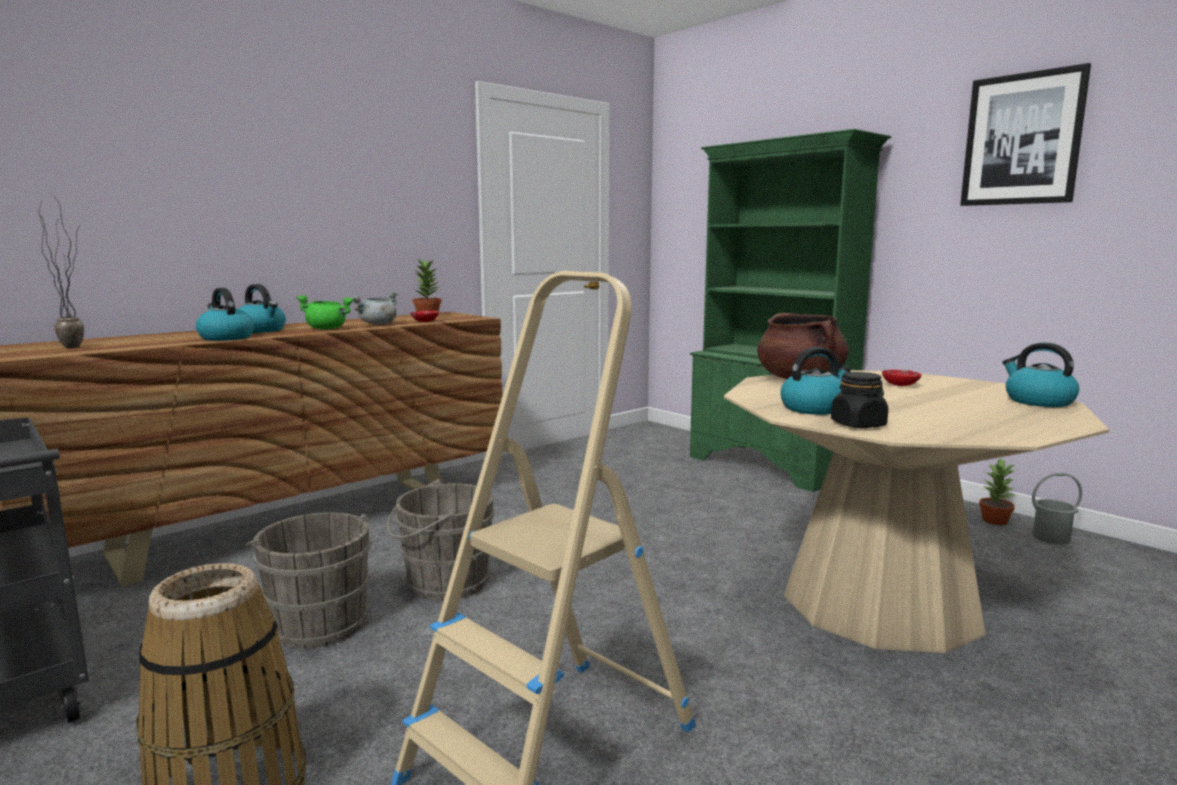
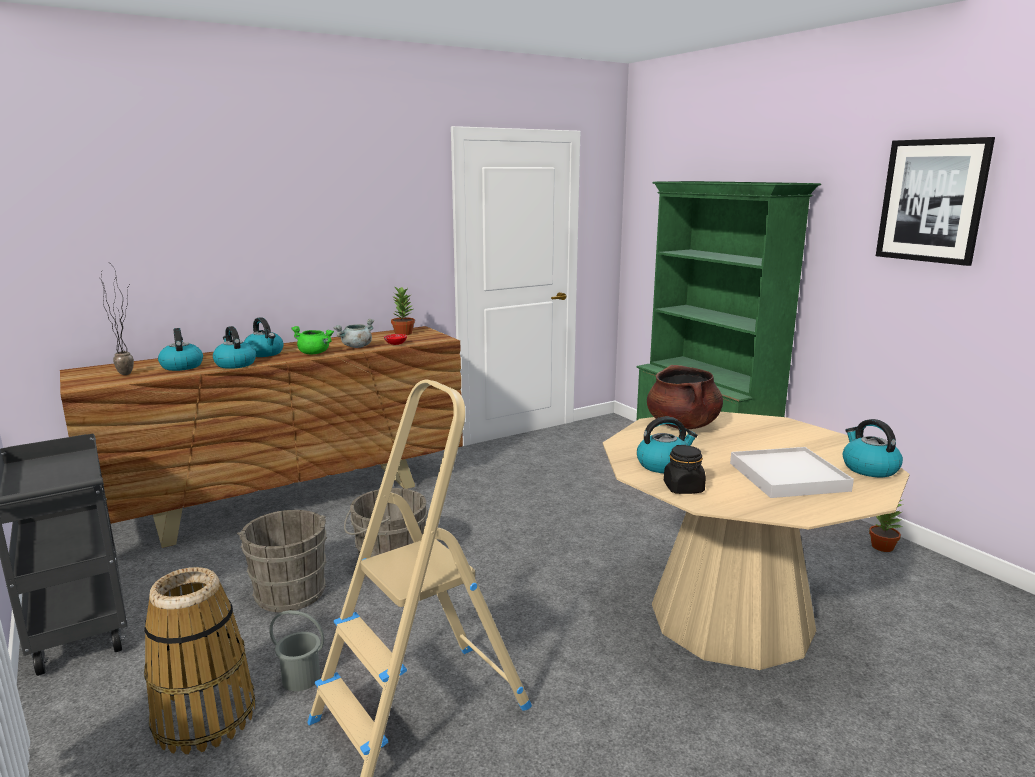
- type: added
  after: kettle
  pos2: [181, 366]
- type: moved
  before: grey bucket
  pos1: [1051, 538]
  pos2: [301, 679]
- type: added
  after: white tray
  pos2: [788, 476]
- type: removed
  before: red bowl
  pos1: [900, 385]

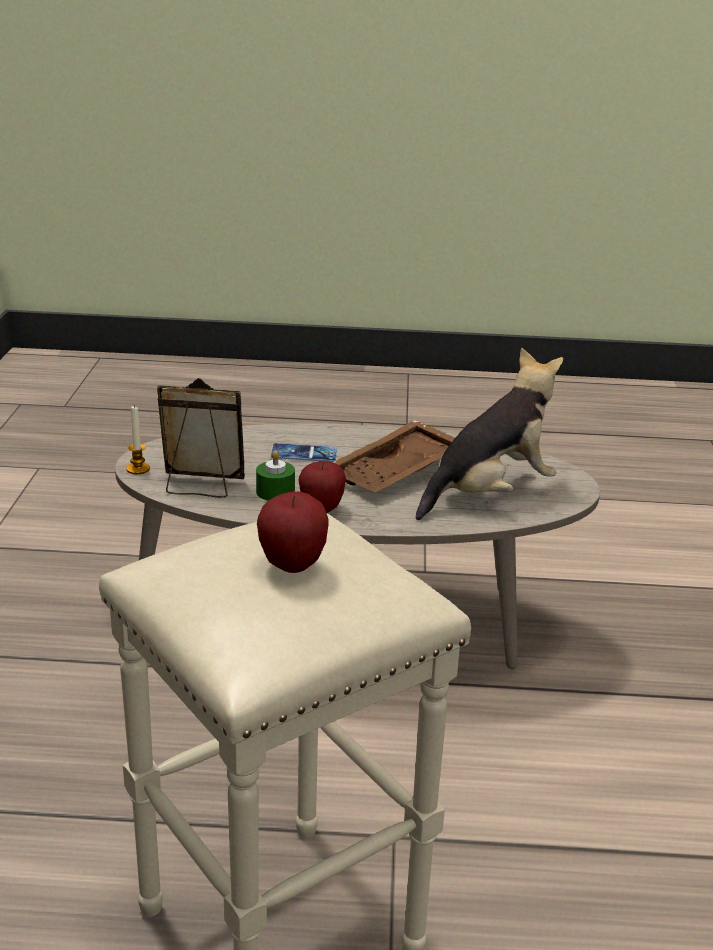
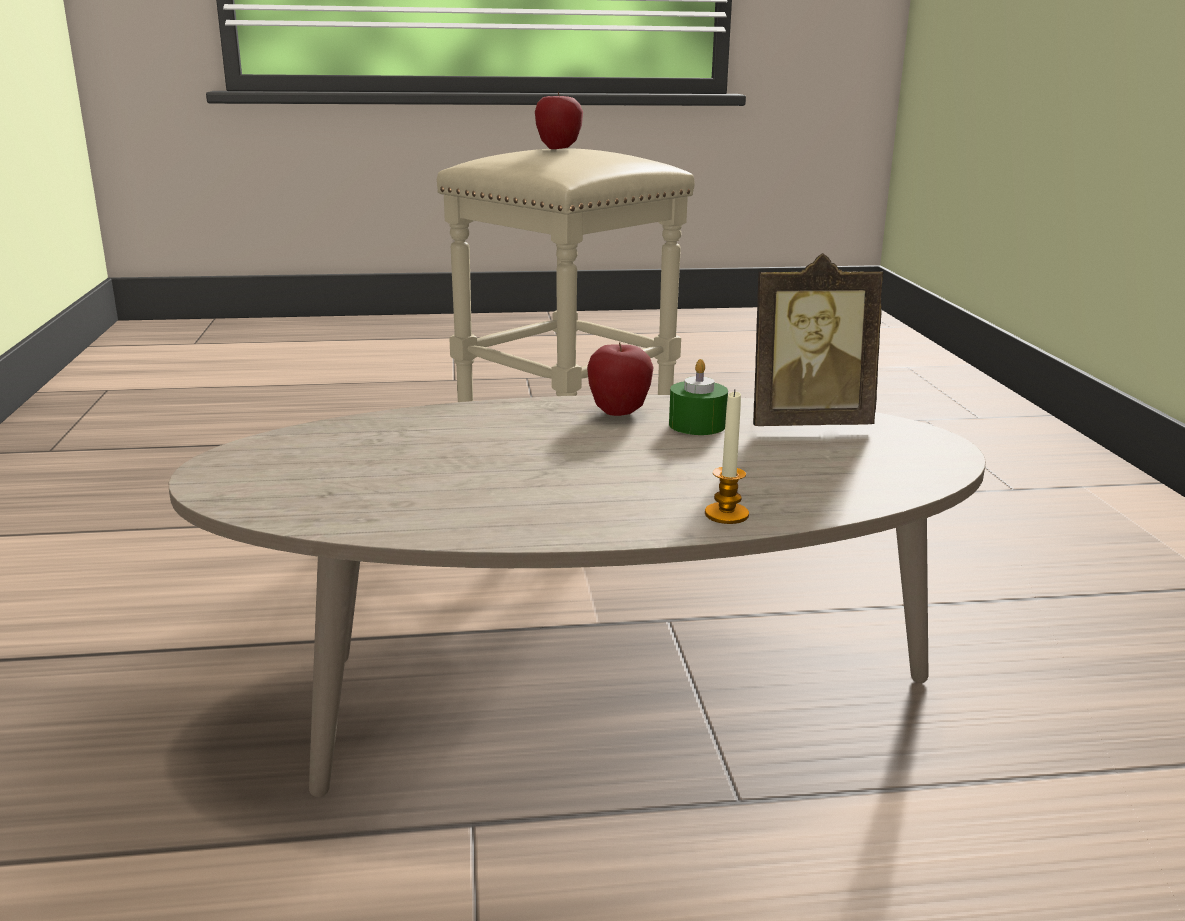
- type: moved
  before: candle
  pos1: [138, 469]
  pos2: [726, 514]
- type: removed
  before: phone
  pos1: [304, 453]
- type: removed
  before: brown tray
  pos1: [397, 473]
- type: removed
  before: plush toy
  pos1: [489, 493]

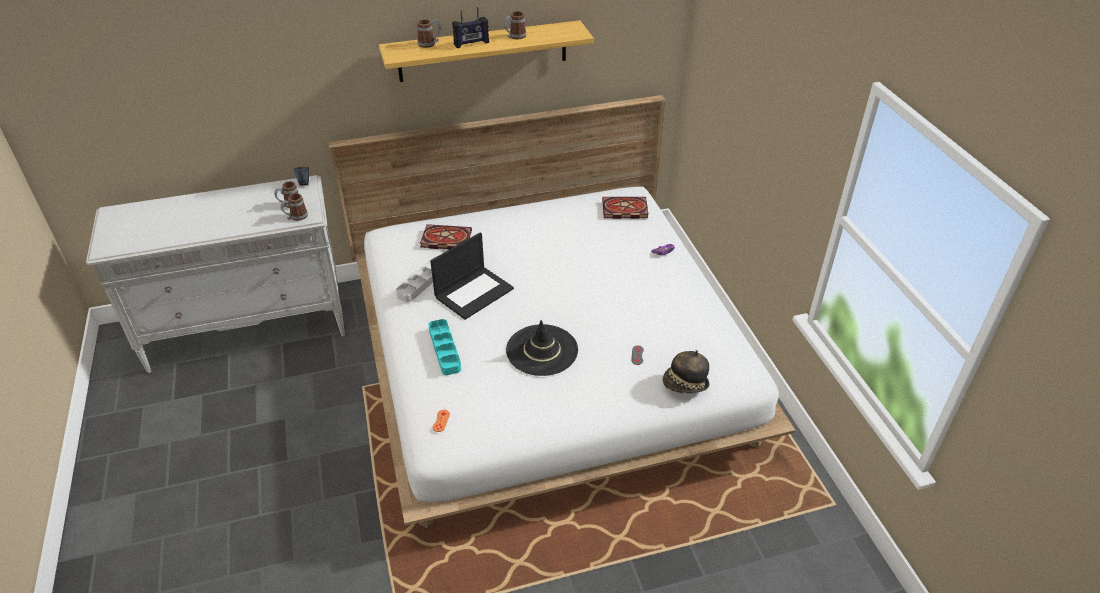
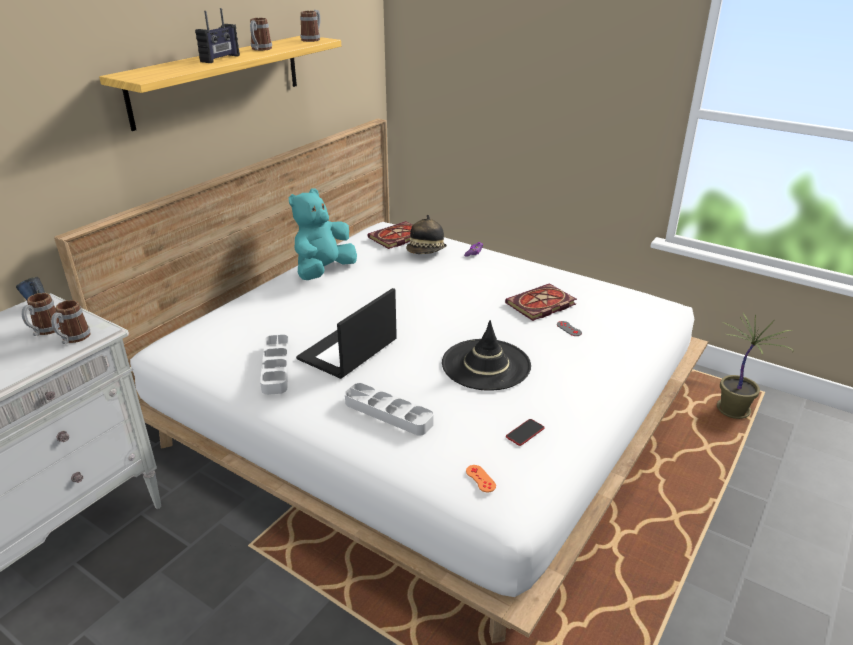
- type: added
  after: turquoise plush toy
  pos2: [323, 271]
- type: turned
  before: laptop
  pos1: [474, 292]
  pos2: [348, 350]
  turn: -150
- type: moved
  before: mug
  pos1: [430, 43]
  pos2: [313, 39]
- type: recoloured
  before: turquoise tray
  after: grey tray
  pos1: [444, 349]
  pos2: [388, 413]
- type: moved
  before: hat
  pos1: [685, 384]
  pos2: [426, 252]
- type: moved
  before: book
  pos1: [444, 239]
  pos2: [540, 305]
- type: added
  after: phone
  pos2: [525, 433]
- type: added
  after: potted plant
  pos2: [734, 410]

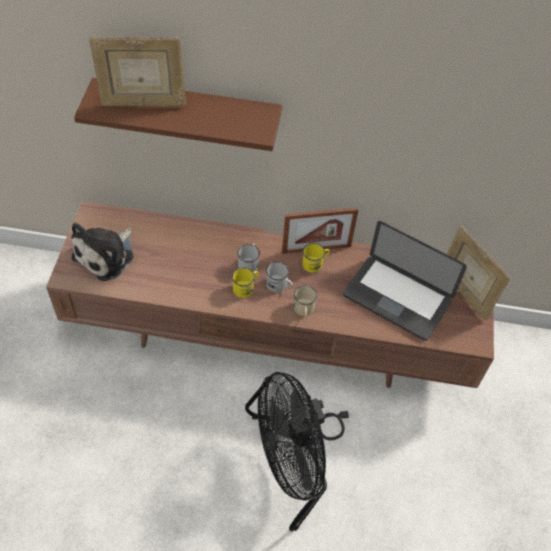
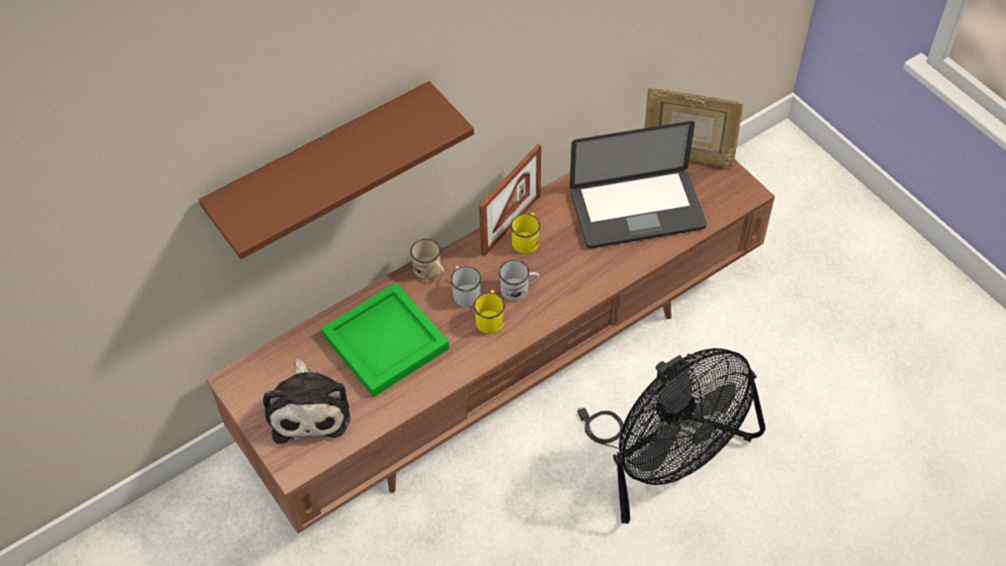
- type: added
  after: green tray
  pos2: [385, 343]
- type: moved
  before: beige mug
  pos1: [304, 310]
  pos2: [430, 271]
- type: turned
  before: black fan
  pos1: [295, 458]
  pos2: [662, 458]
  turn: -60
- type: removed
  before: picture frame
  pos1: [143, 103]

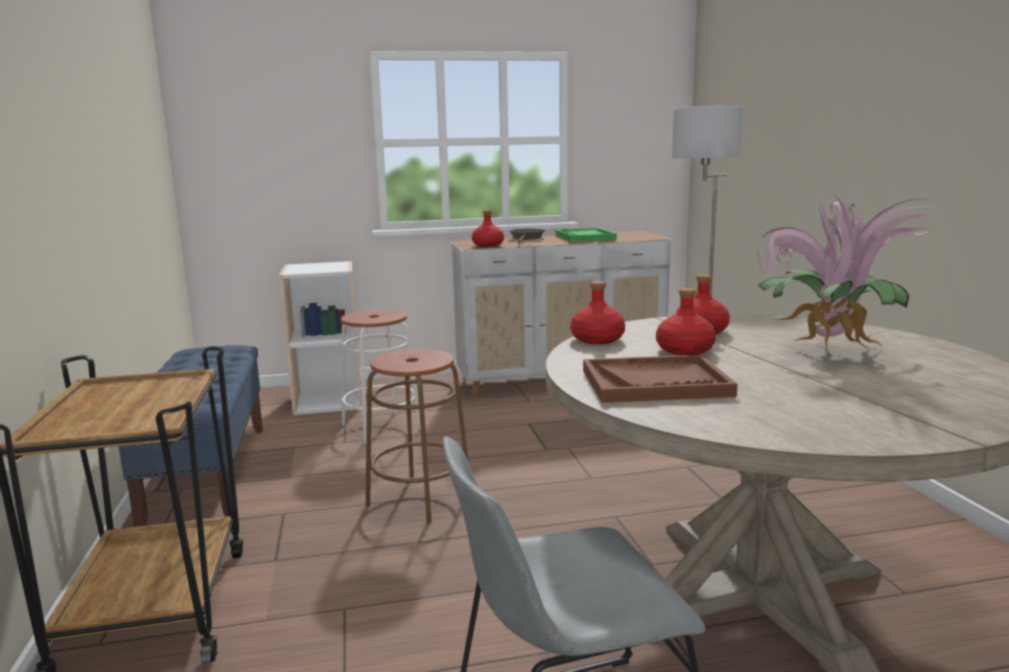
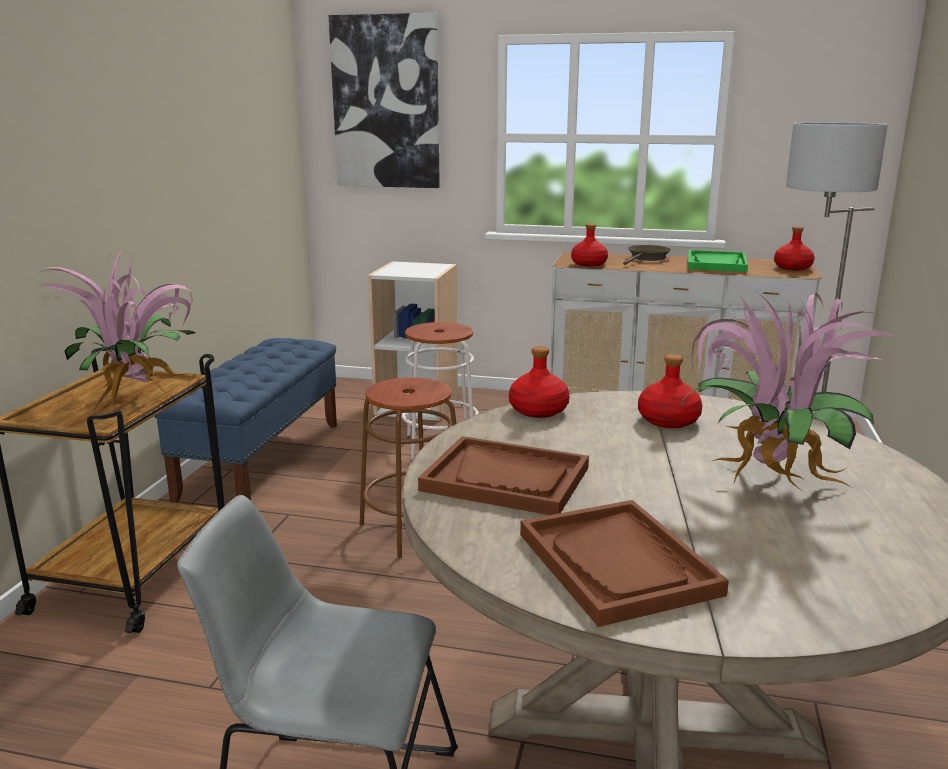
- type: added
  after: potted plant
  pos2: [137, 397]
- type: added
  after: picture
  pos2: [386, 103]
- type: added
  after: brown tray
  pos2: [617, 564]
- type: moved
  before: red bottle
  pos1: [684, 350]
  pos2: [792, 267]

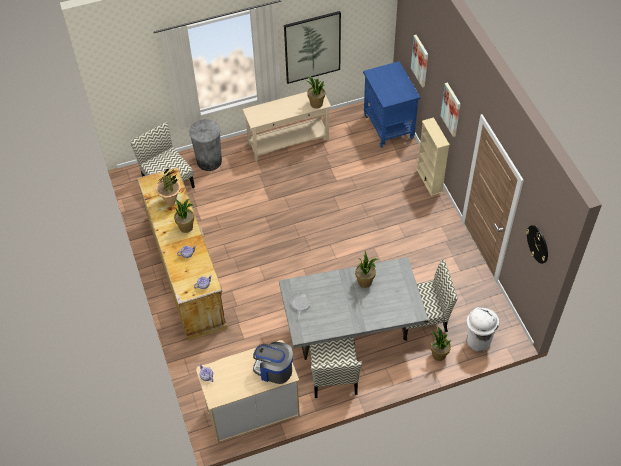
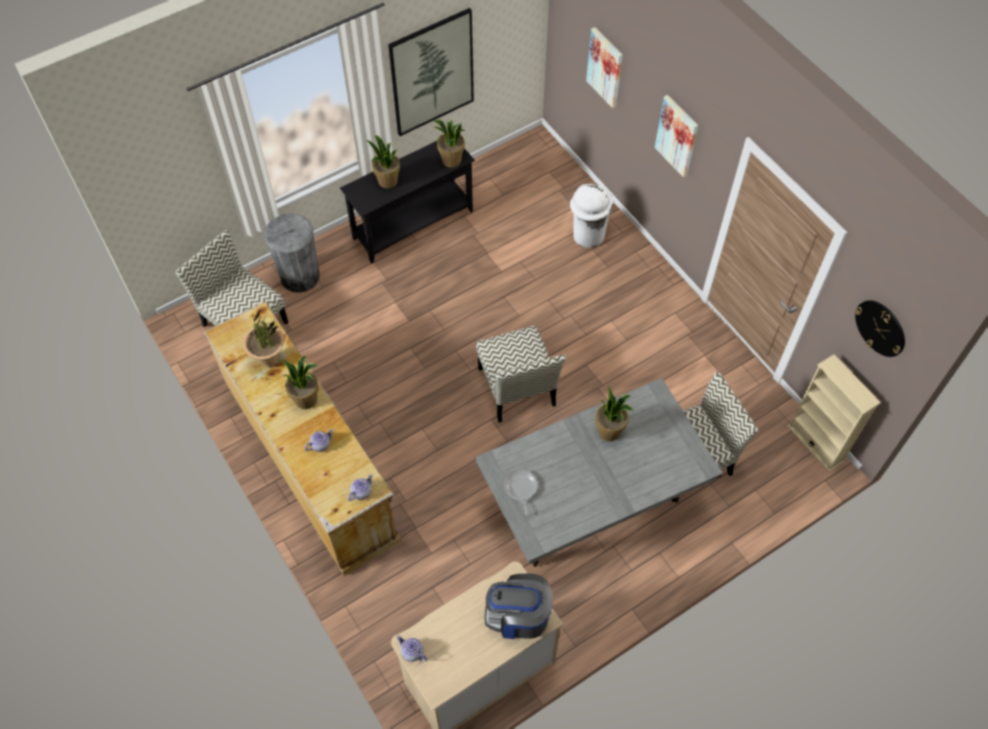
- type: recoloured
  before: beige console table
  after: black console table
  pos1: [288, 142]
  pos2: [413, 224]
- type: moved
  before: potted plant
  pos1: [438, 355]
  pos2: [387, 181]
- type: moved
  before: chair
  pos1: [334, 376]
  pos2: [517, 388]
- type: moved
  before: white trash can
  pos1: [478, 341]
  pos2: [588, 235]
- type: moved
  before: beige bookcase
  pos1: [429, 181]
  pos2: [815, 443]
- type: removed
  before: blue cart
  pos1: [388, 128]

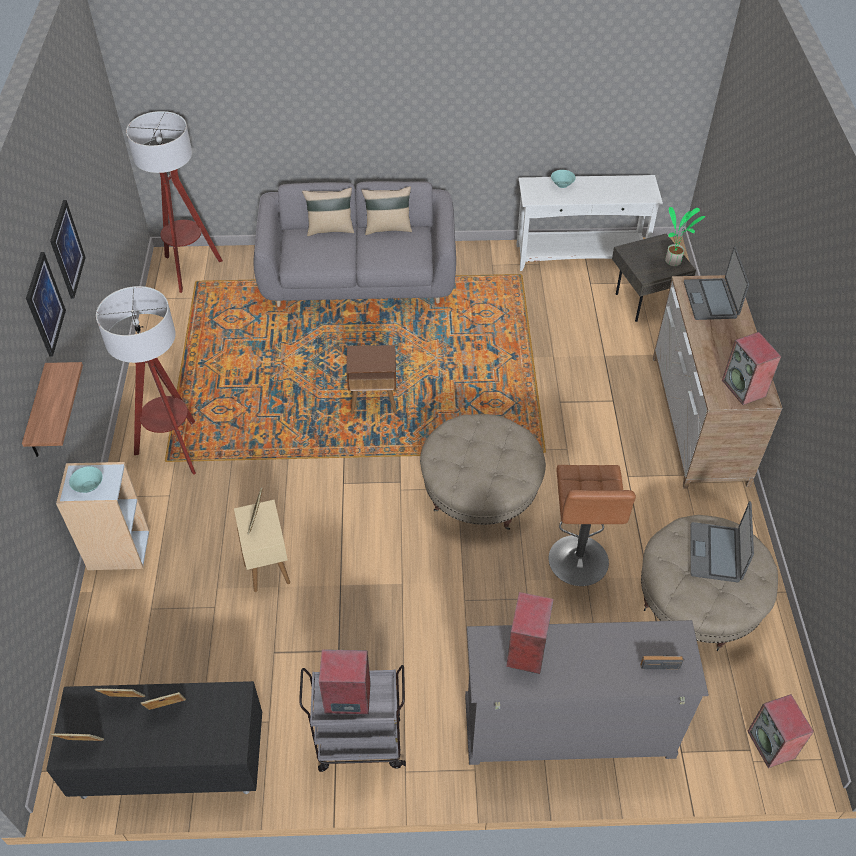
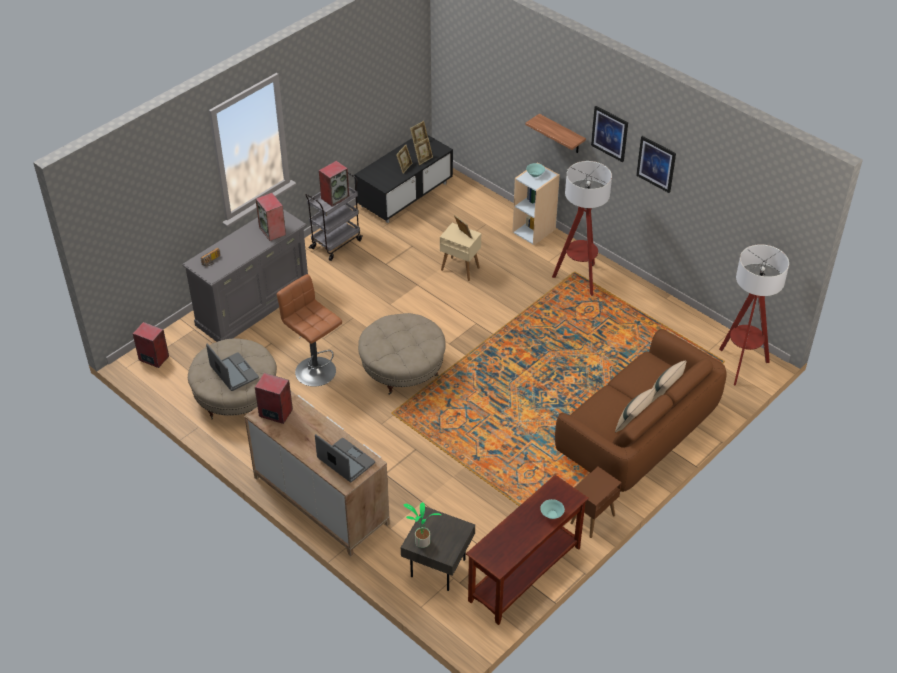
- type: recoloured
  before: white console table
  after: brown console table
  pos1: [580, 256]
  pos2: [524, 575]
- type: recoloured
  before: grey sofa
  after: brown sofa
  pos1: [359, 280]
  pos2: [637, 436]
- type: moved
  before: brown side table
  pos1: [374, 402]
  pos2: [592, 519]

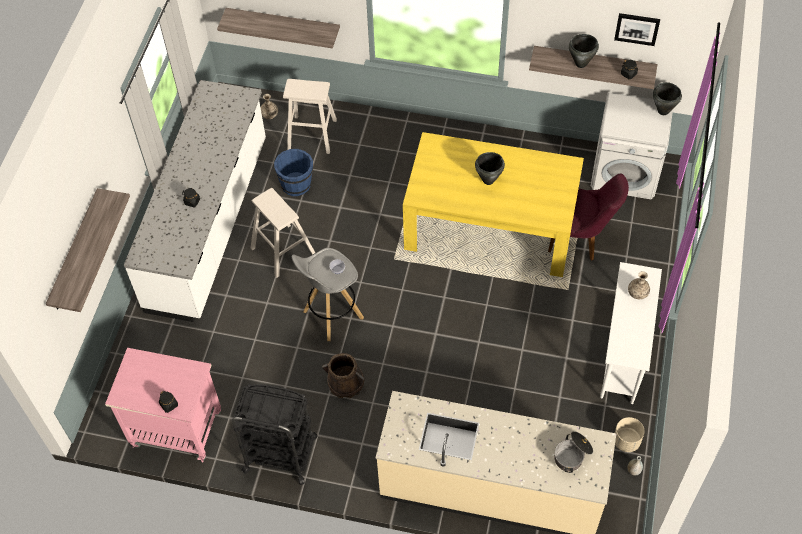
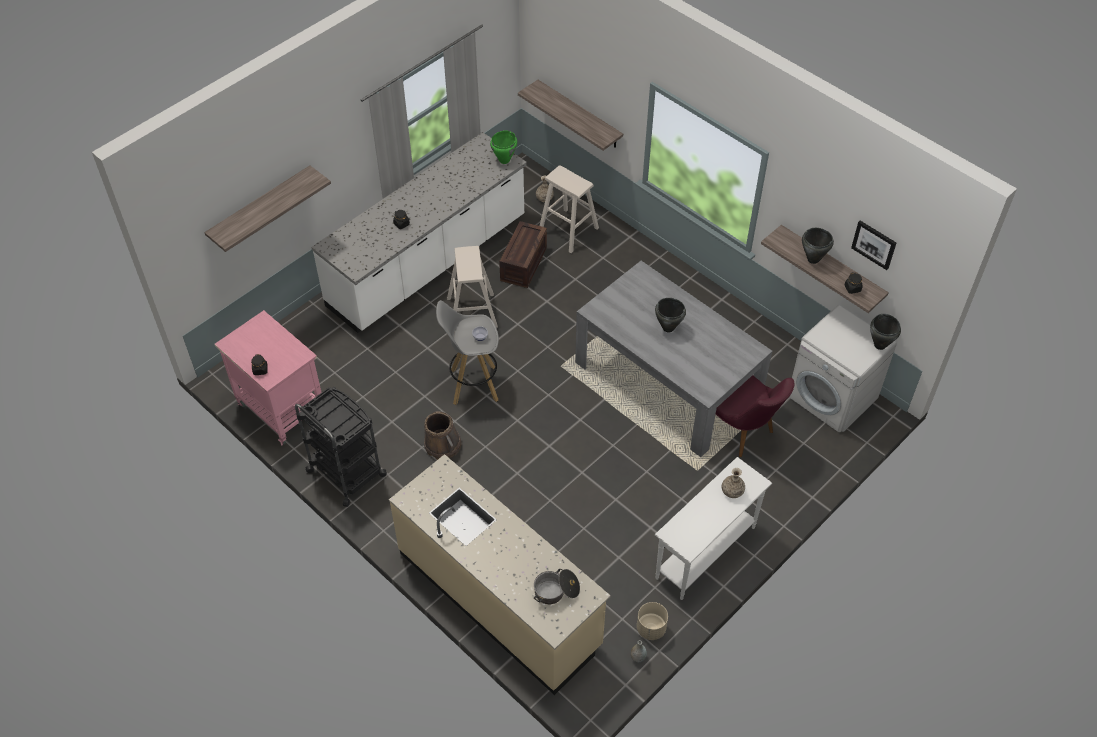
- type: added
  after: green cooking pot
  pos2: [504, 160]
- type: replaced
  before: blue bucket
  after: crate
  pos1: [296, 184]
  pos2: [524, 265]
- type: recoloured
  before: yellow dining table
  after: grey dining table
  pos1: [491, 226]
  pos2: [667, 381]

